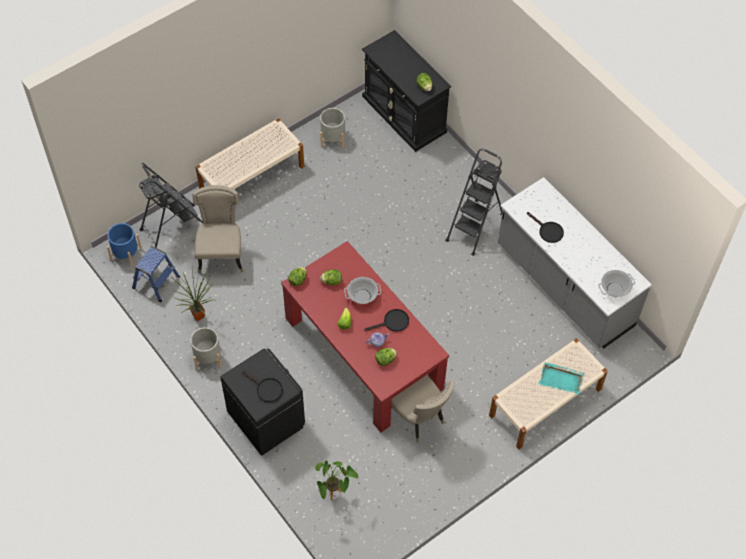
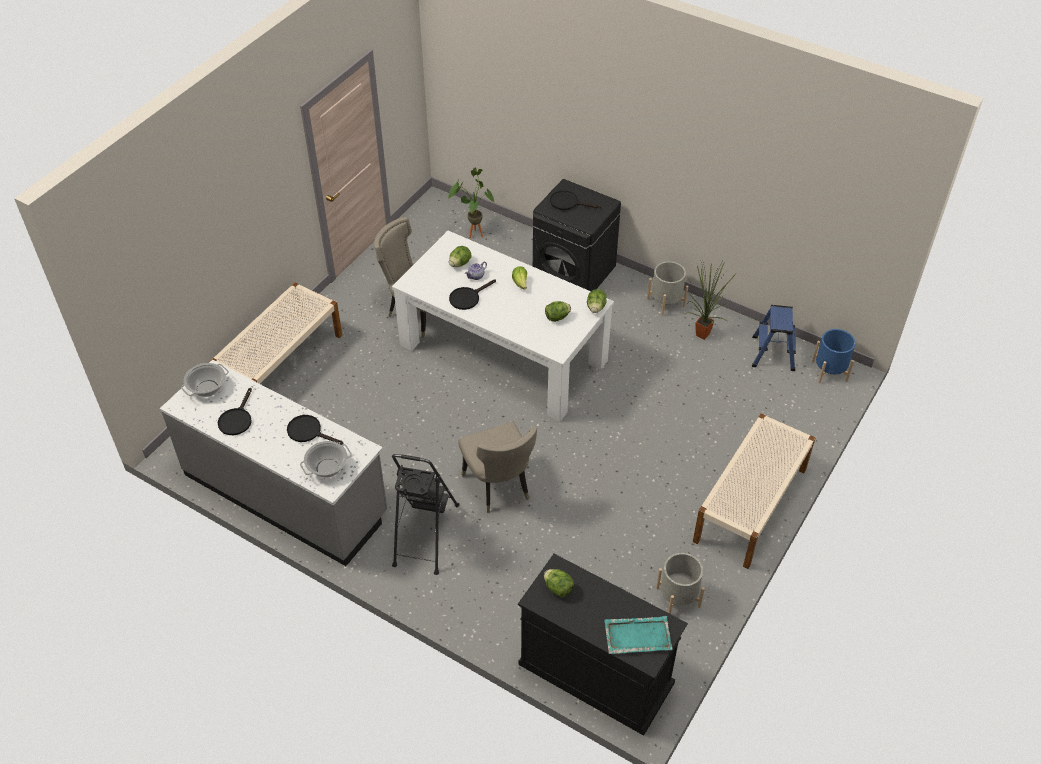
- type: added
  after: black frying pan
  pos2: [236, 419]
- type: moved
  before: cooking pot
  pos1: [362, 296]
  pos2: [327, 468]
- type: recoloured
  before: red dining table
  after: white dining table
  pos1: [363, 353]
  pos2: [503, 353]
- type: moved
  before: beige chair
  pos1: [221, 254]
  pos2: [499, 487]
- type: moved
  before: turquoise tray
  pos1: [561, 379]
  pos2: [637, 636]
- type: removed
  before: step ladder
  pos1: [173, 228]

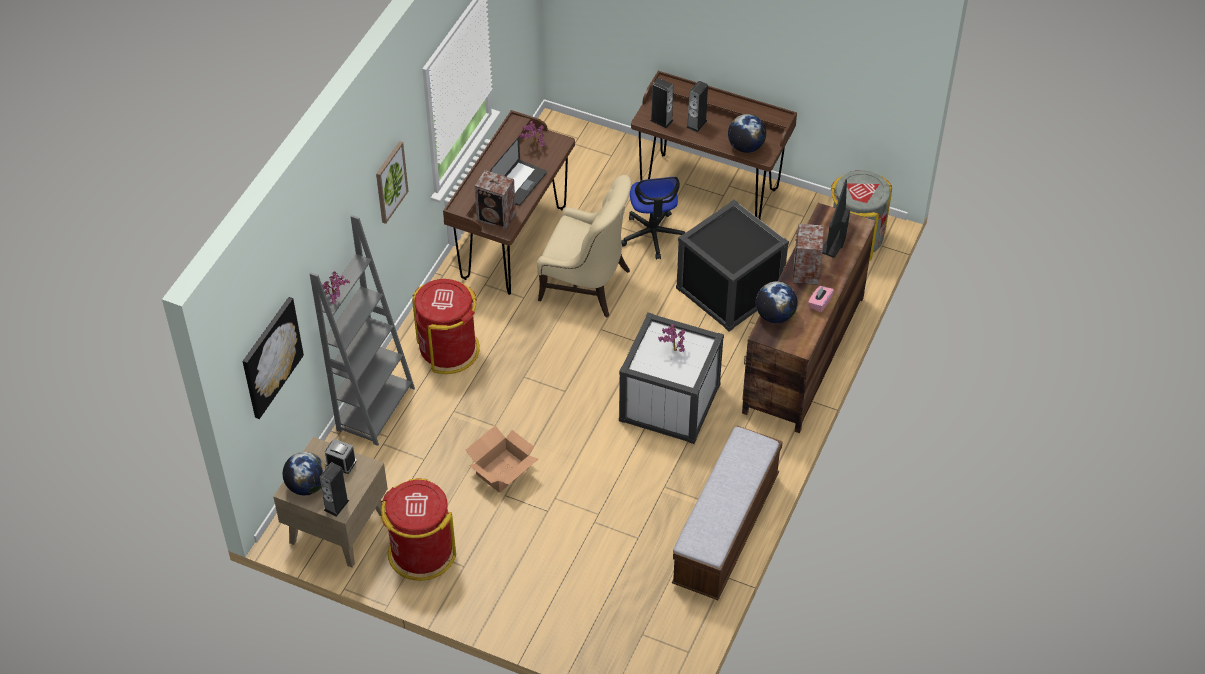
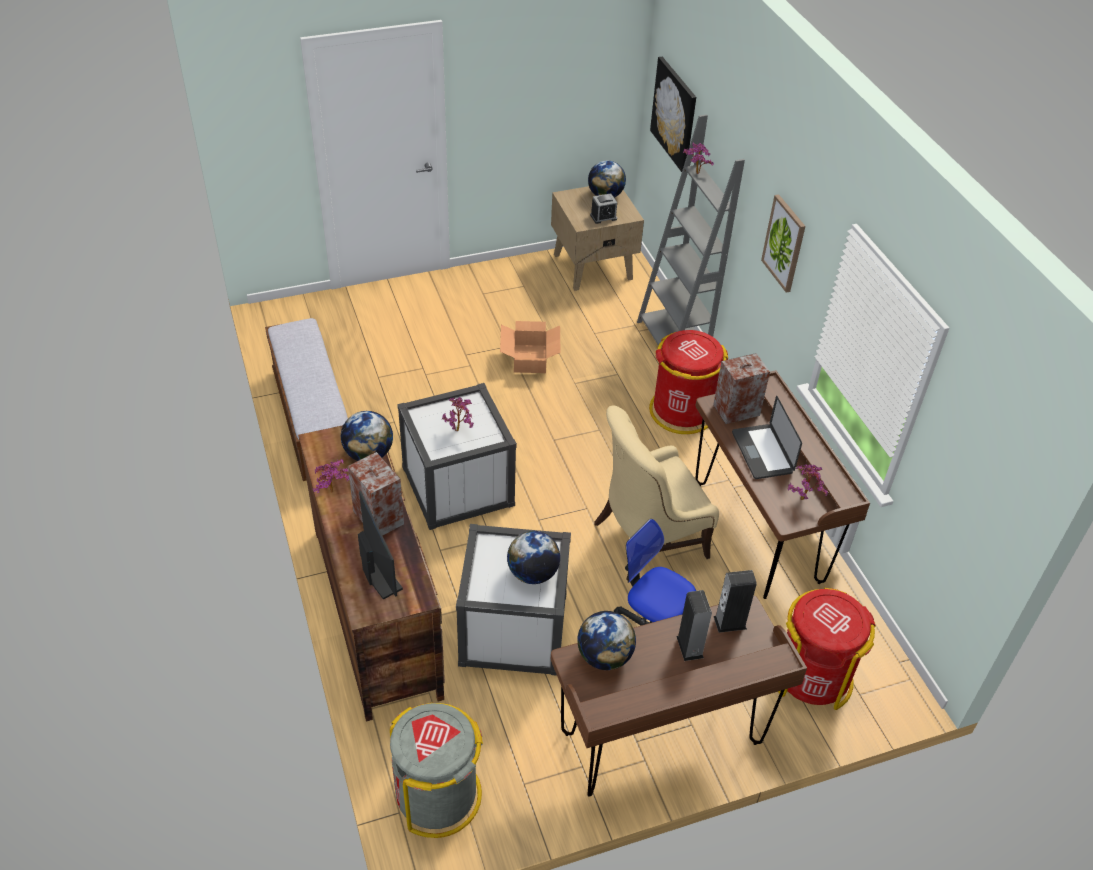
- type: replaced
  before: pink tissue box
  after: potted plant
  pos1: [820, 303]
  pos2: [334, 493]
- type: recoloured
  before: black storage box
  after: white storage box
  pos1: [730, 290]
  pos2: [513, 629]
- type: added
  after: globe
  pos2: [532, 573]
- type: moved
  before: red trash can
  pos1: [421, 552]
  pos2: [812, 676]
- type: removed
  before: speaker
  pos1: [336, 505]

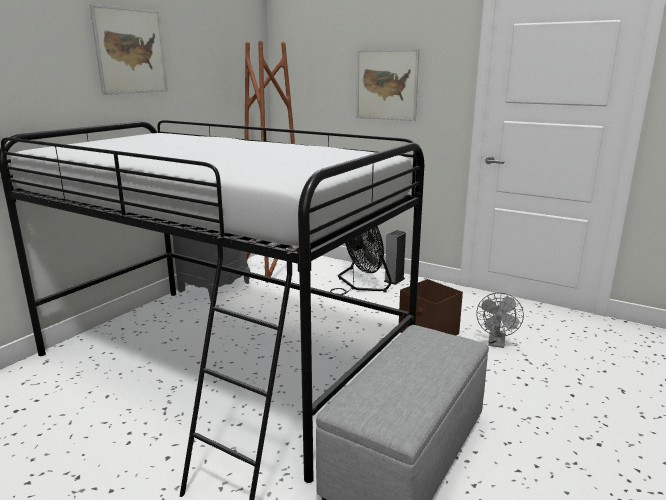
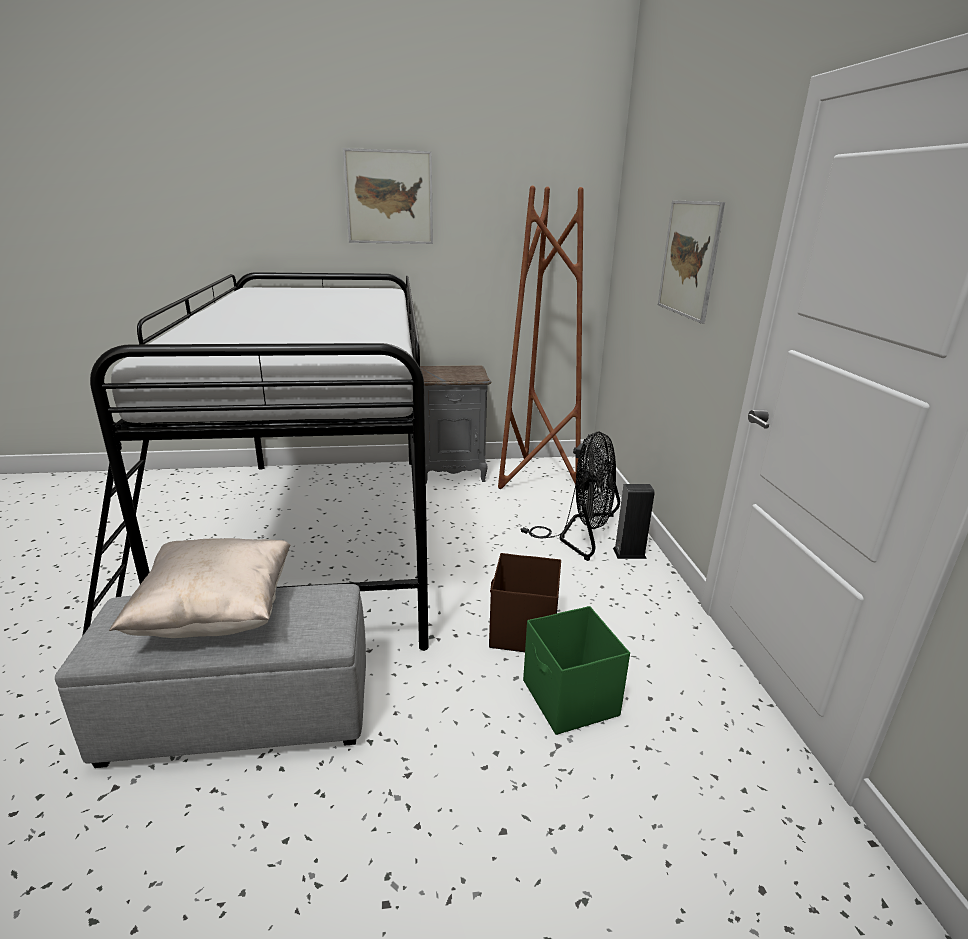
- type: added
  after: beige pillow
  pos2: [217, 614]
- type: replaced
  before: grey fan
  after: green storage box
  pos1: [496, 343]
  pos2: [570, 699]

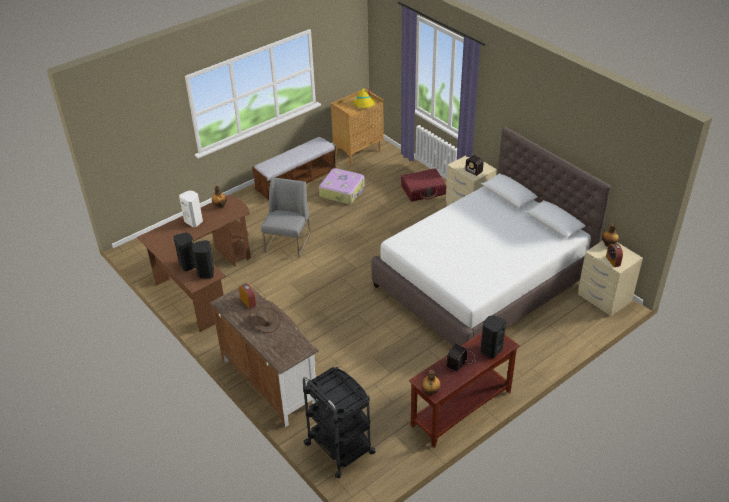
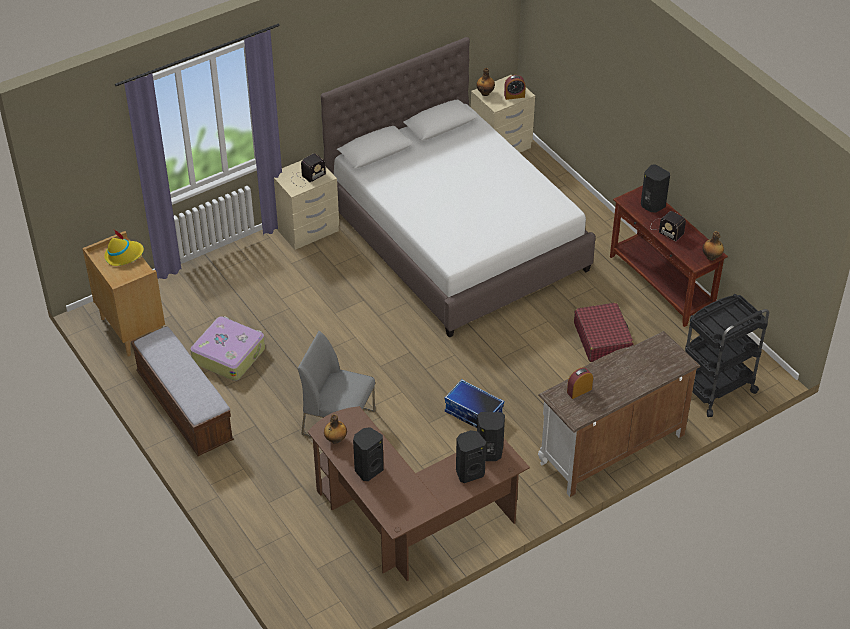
- type: recoloured
  before: white speaker
  after: black speaker
  pos1: [194, 221]
  pos2: [368, 469]
- type: added
  after: storage box
  pos2: [473, 414]
- type: moved
  before: red suitcase
  pos1: [423, 190]
  pos2: [602, 339]
- type: removed
  before: brown hat
  pos1: [265, 321]

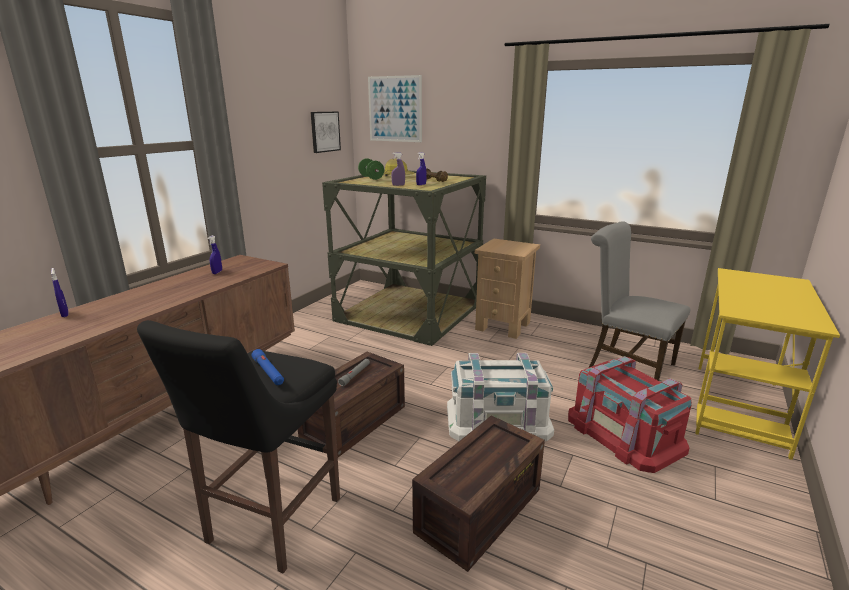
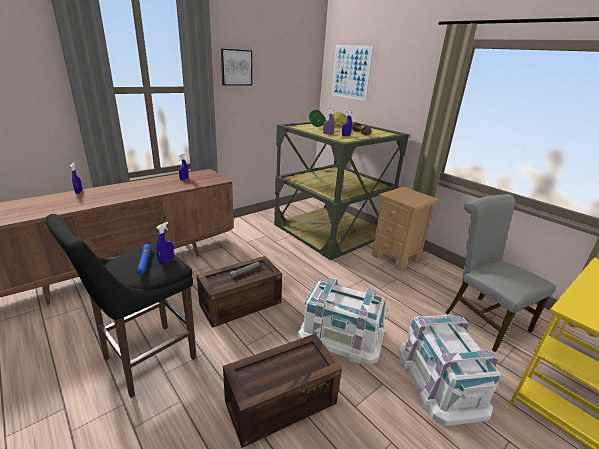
- type: added
  after: blue spray bottle
  pos2: [166, 261]
- type: moved
  before: picture
  pos1: [324, 131]
  pos2: [236, 67]
- type: recoloured
  before: red storage box
  after: white storage box
  pos1: [623, 433]
  pos2: [440, 380]

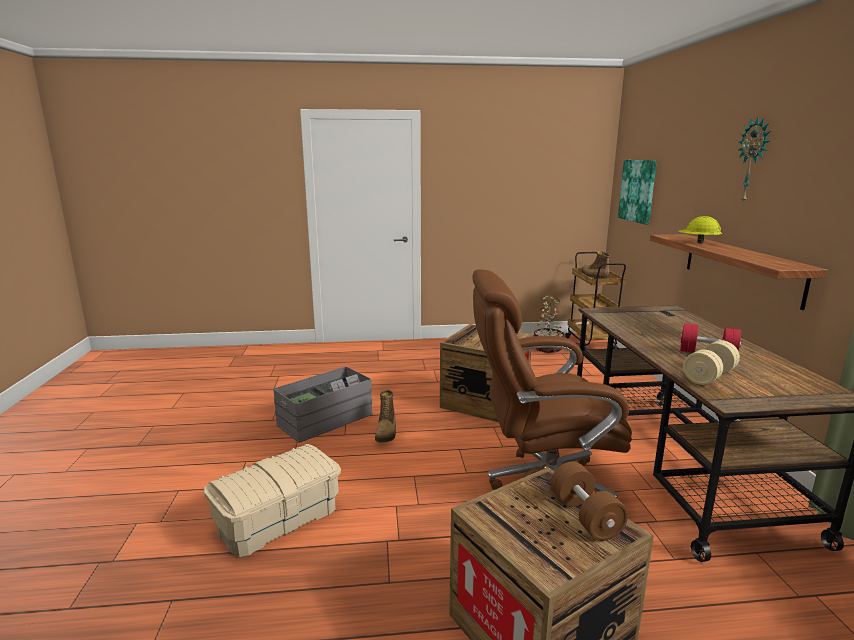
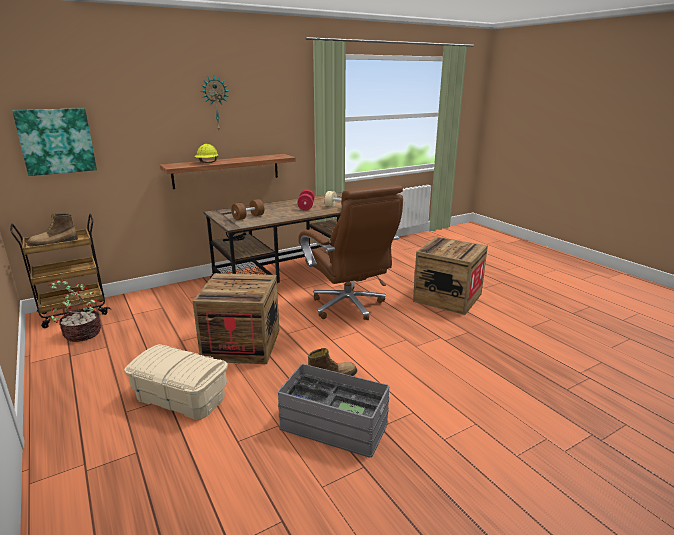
- type: moved
  before: beige storage box
  pos1: [278, 519]
  pos2: [180, 398]
- type: moved
  before: brown dumbbell
  pos1: [585, 516]
  pos2: [248, 217]

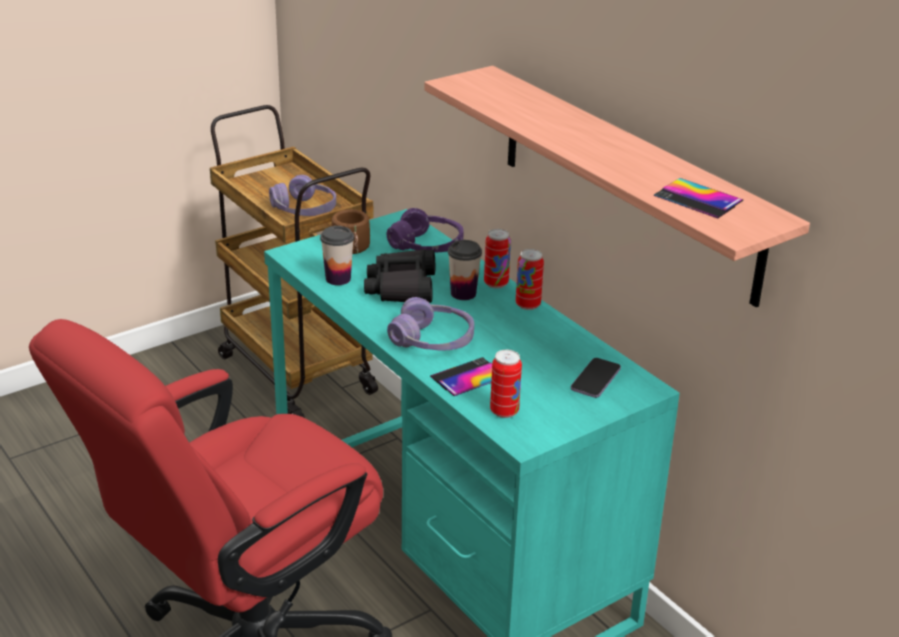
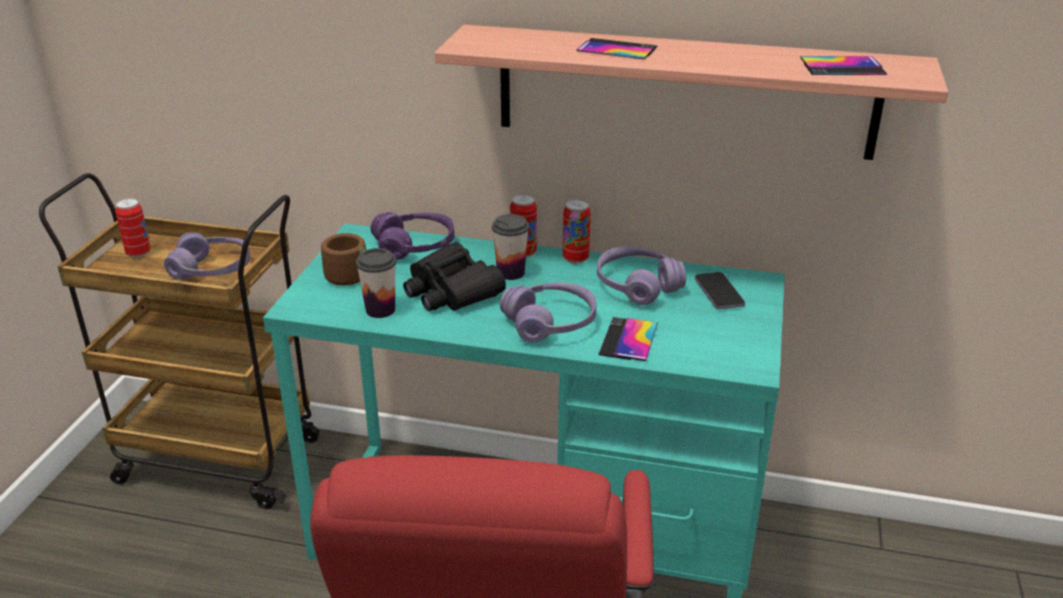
- type: moved
  before: can
  pos1: [504, 411]
  pos2: [138, 253]
- type: added
  after: phone
  pos2: [617, 49]
- type: added
  after: purple headphones
  pos2: [637, 286]

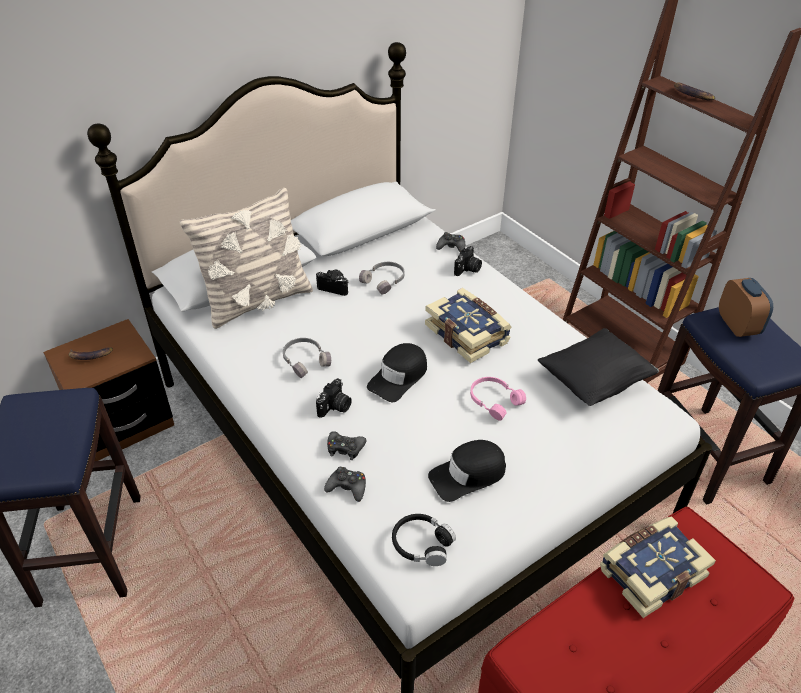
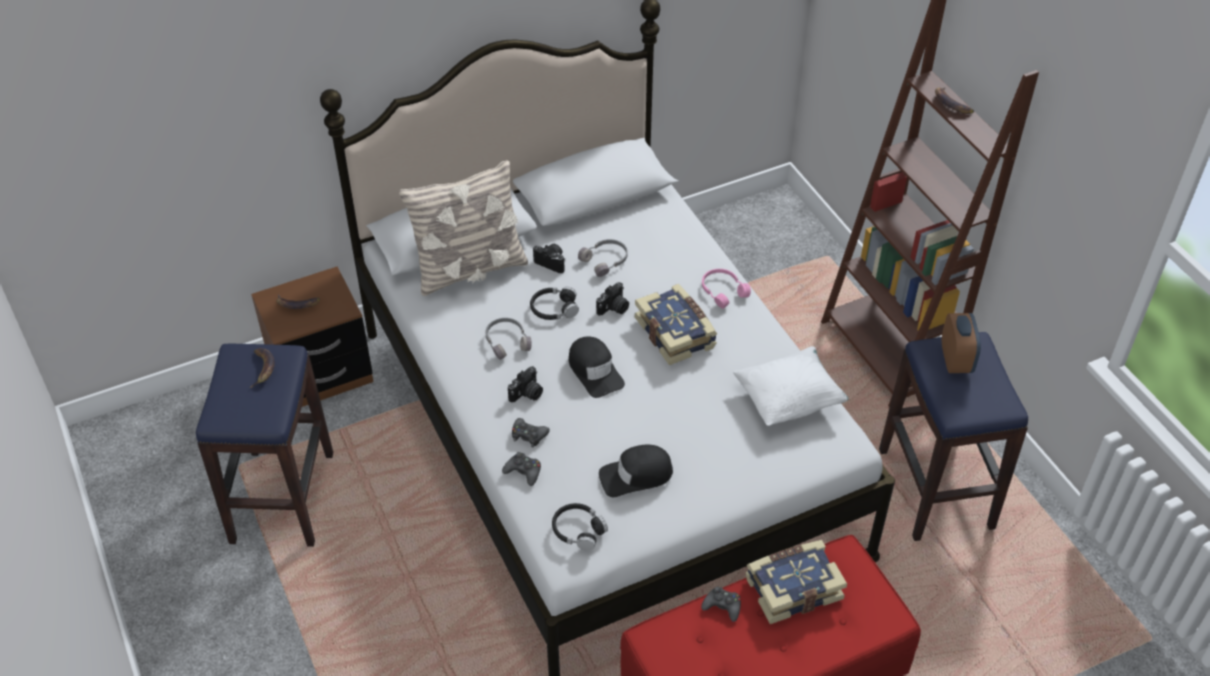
- type: added
  after: banana
  pos2: [263, 369]
- type: added
  after: black headphones
  pos2: [554, 309]
- type: turned
  before: black cap
  pos1: [399, 377]
  pos2: [595, 371]
  turn: -75
- type: moved
  before: photo camera
  pos1: [468, 269]
  pos2: [614, 308]
- type: moved
  before: black game controller
  pos1: [451, 247]
  pos2: [722, 606]
- type: moved
  before: pink headphones
  pos1: [494, 400]
  pos2: [723, 291]
- type: recoloured
  before: black pillow
  after: white pillow
  pos1: [594, 382]
  pos2: [789, 400]

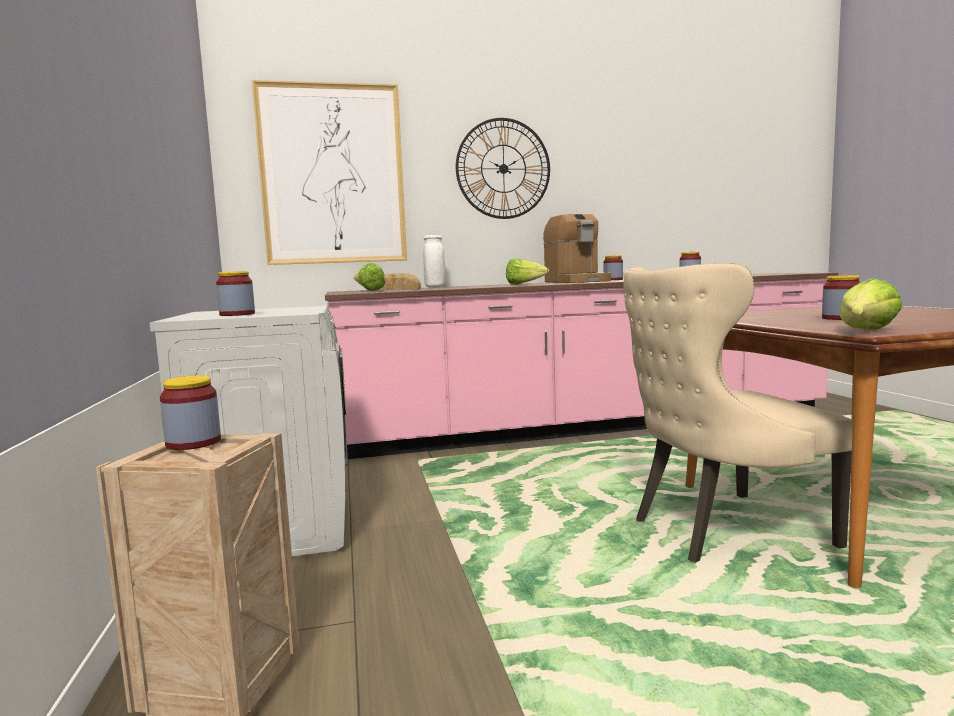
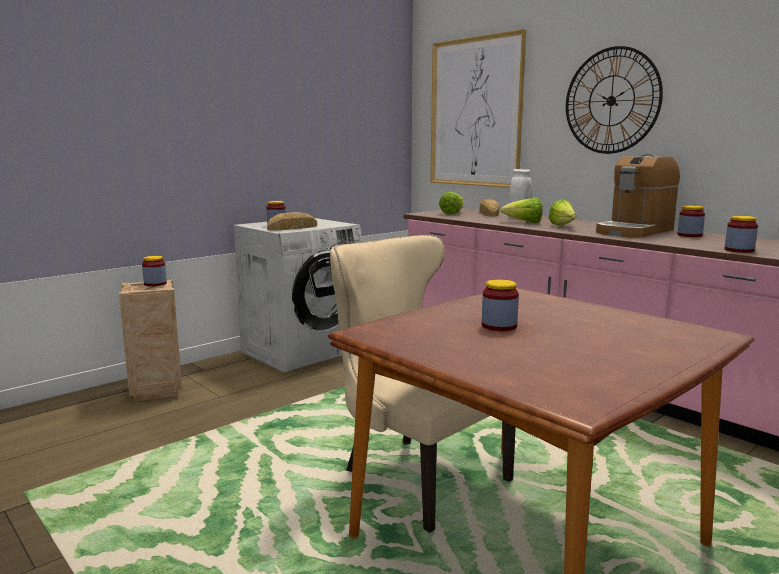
- type: added
  after: bread
  pos2: [292, 228]
- type: moved
  before: lettuce
  pos1: [865, 331]
  pos2: [524, 222]

